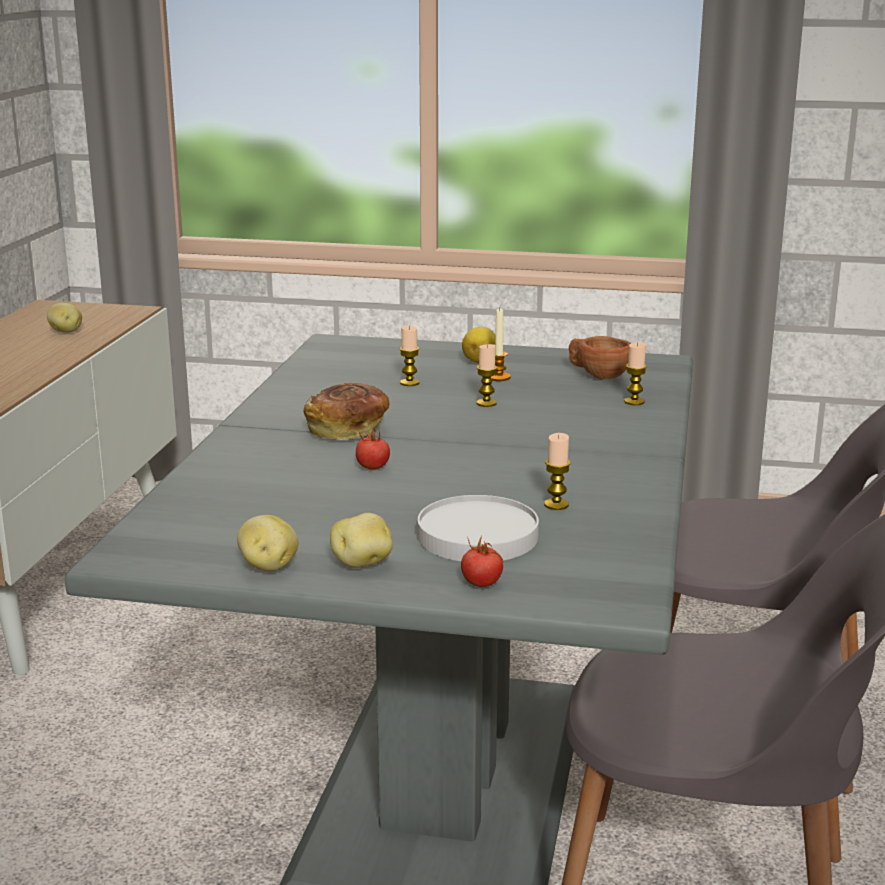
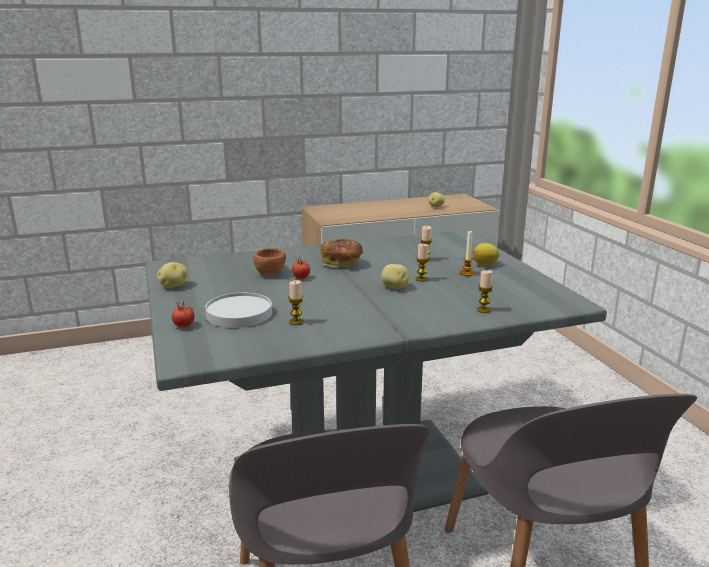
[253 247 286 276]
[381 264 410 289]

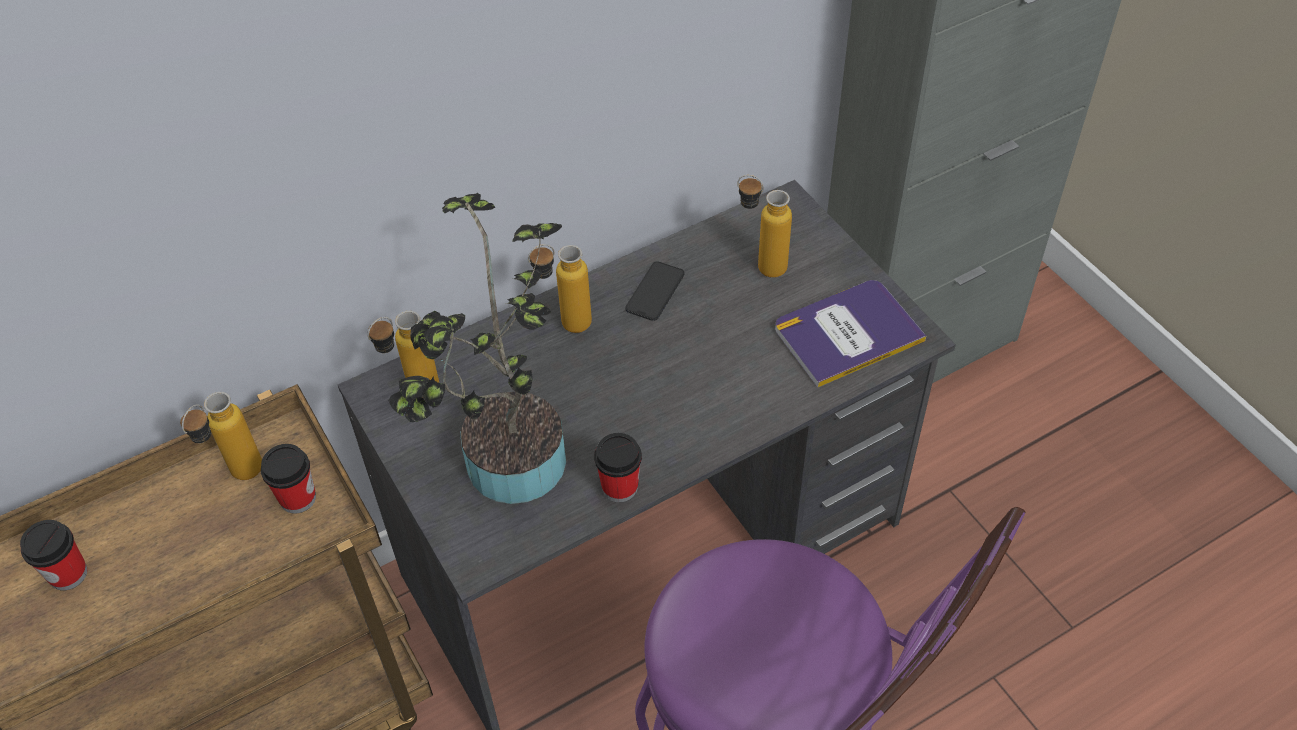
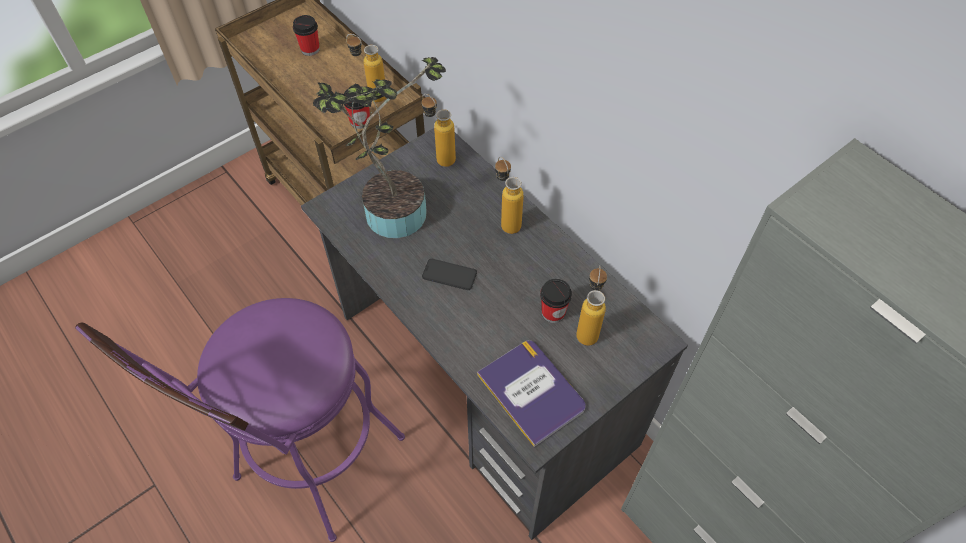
[422 258 477 290]
[540 279 572 323]

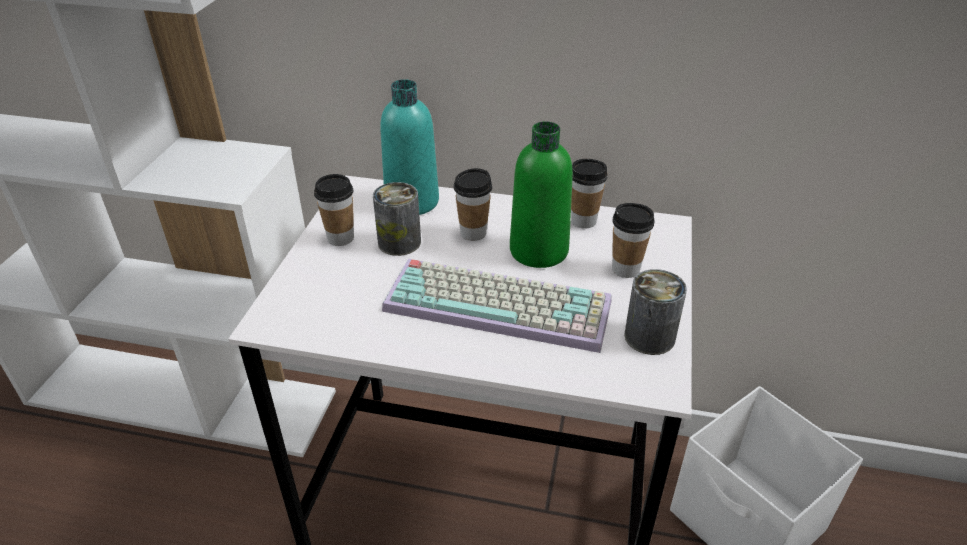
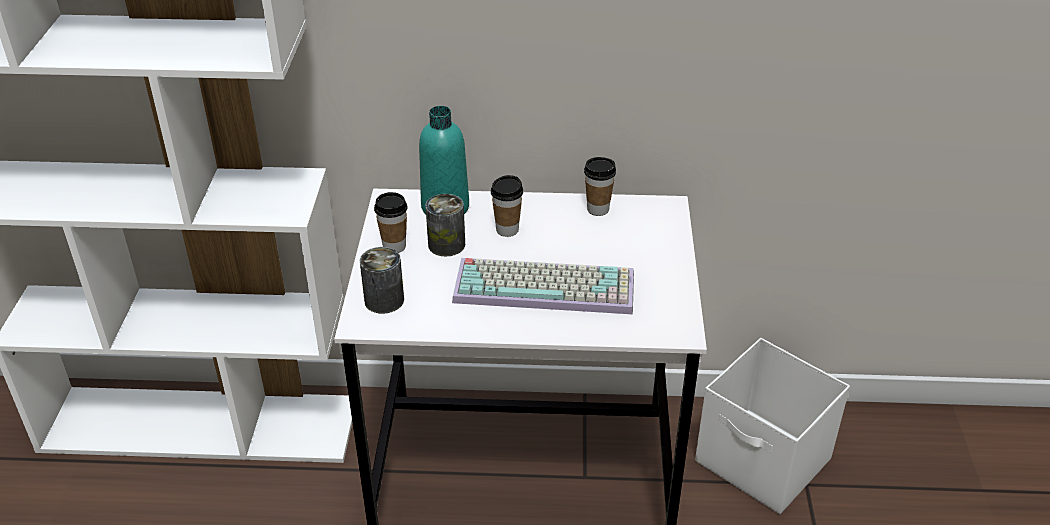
[360 247 404 314]
[510 121 573 268] (first image)
[612 203 655 278] (first image)

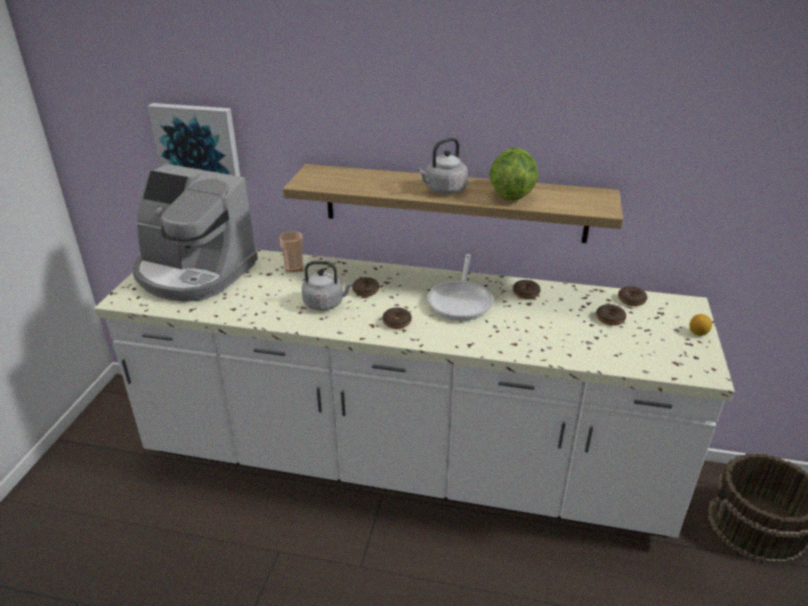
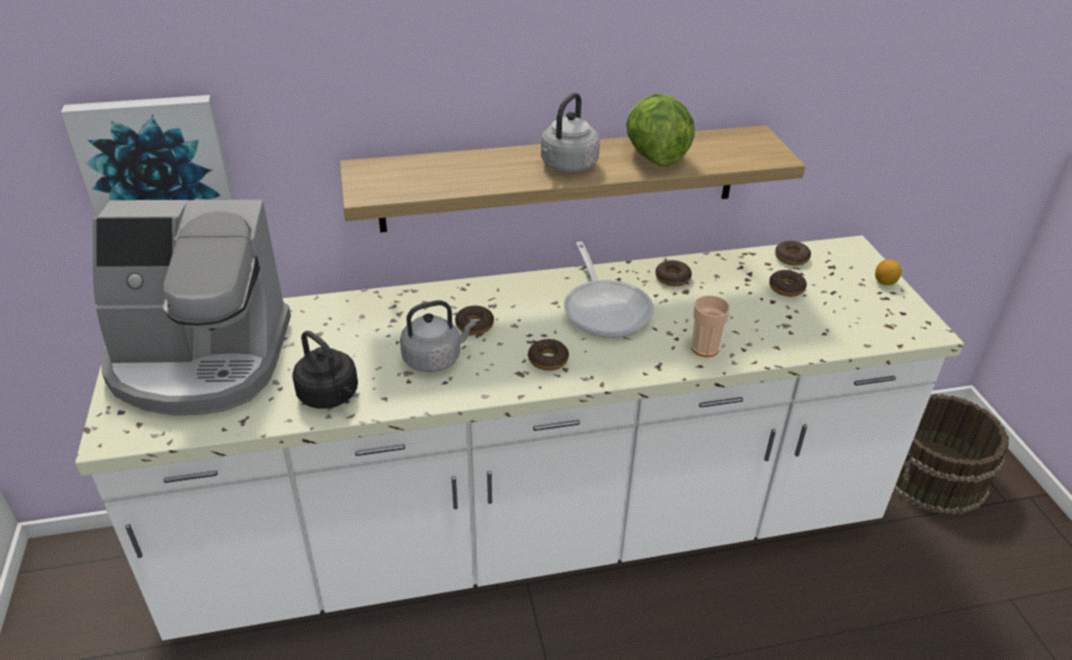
[292 331 358 409]
[691 295 730 357]

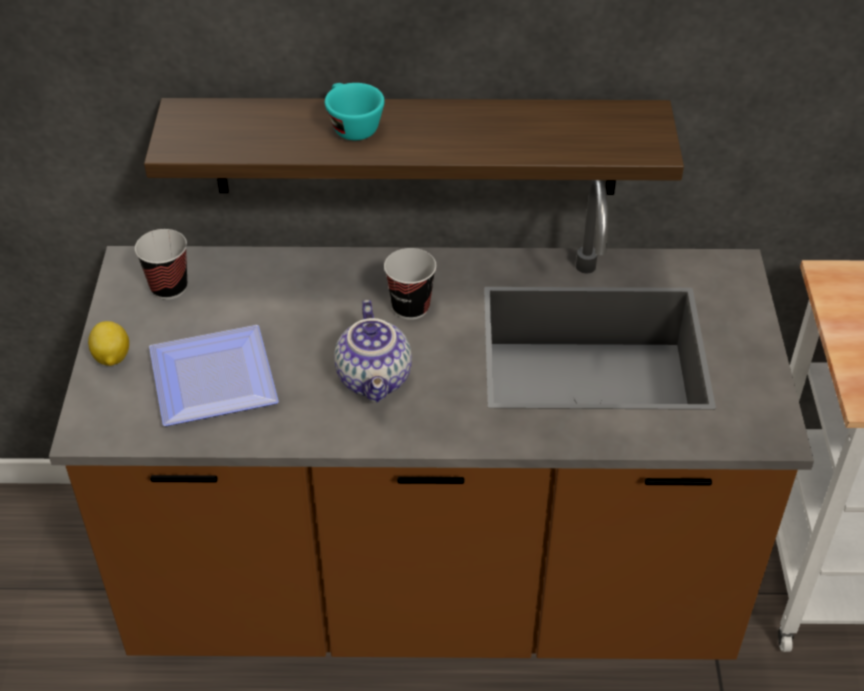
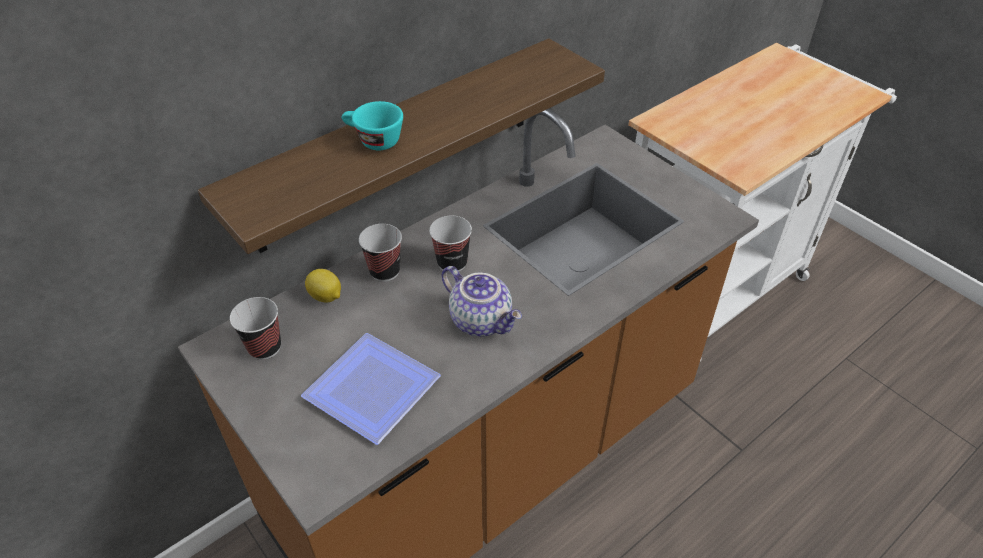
[305 269 341 303]
[359 224 402 282]

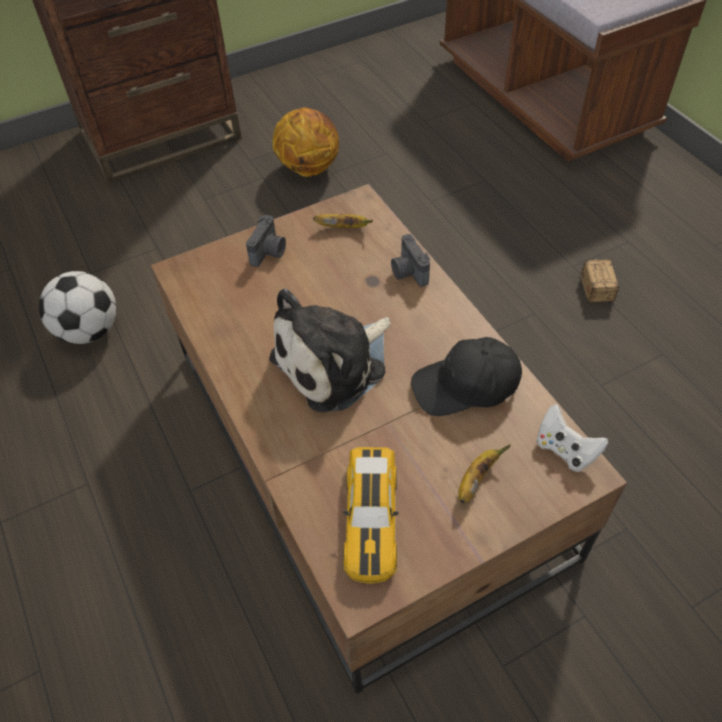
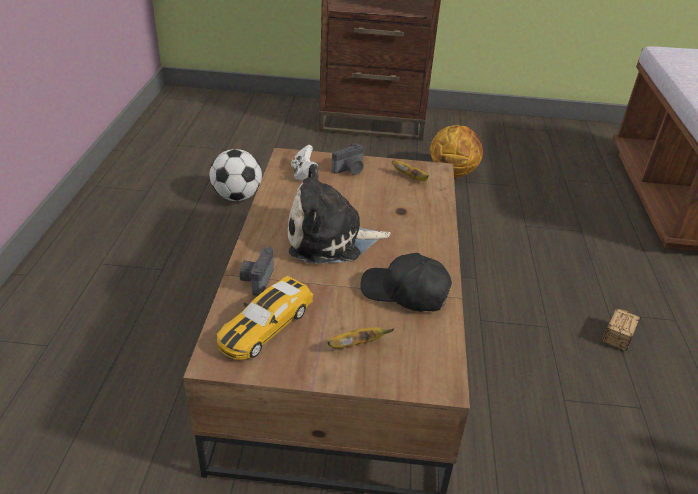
[240 247 274 296]
[291 145 318 180]

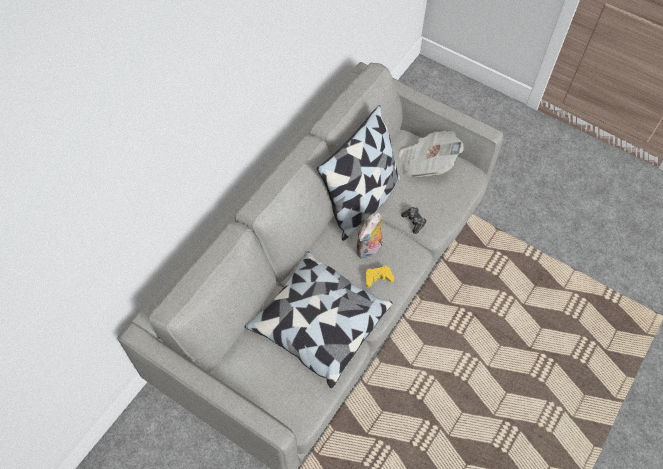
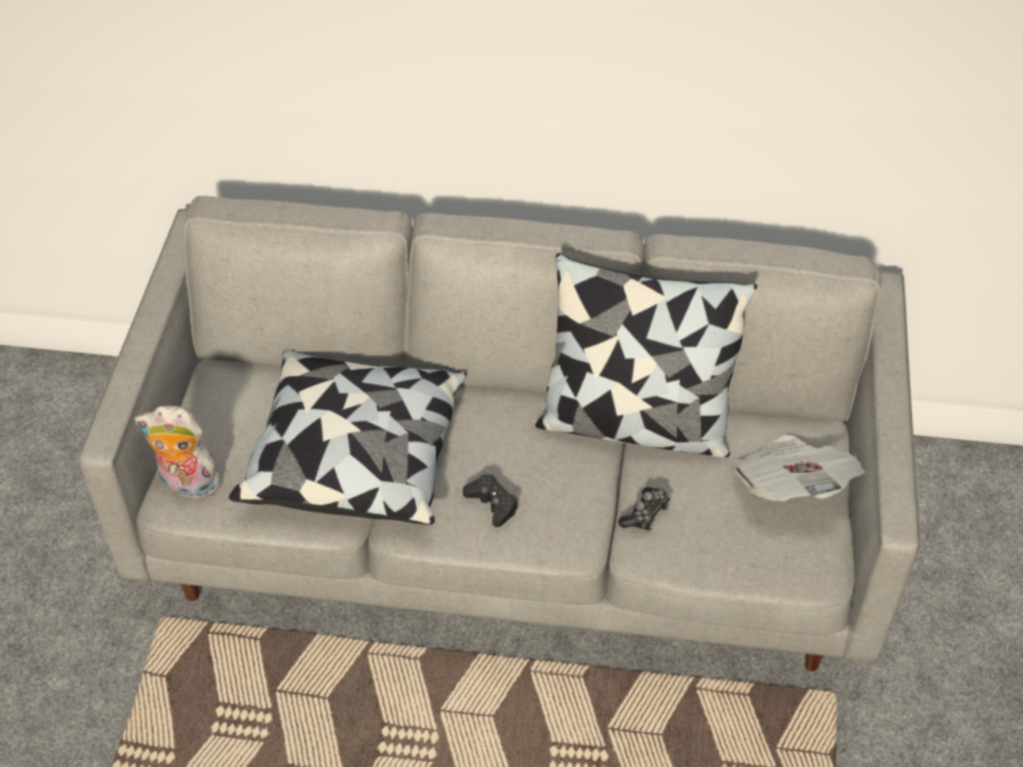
[134 406 225 499]
[463 474 518 527]

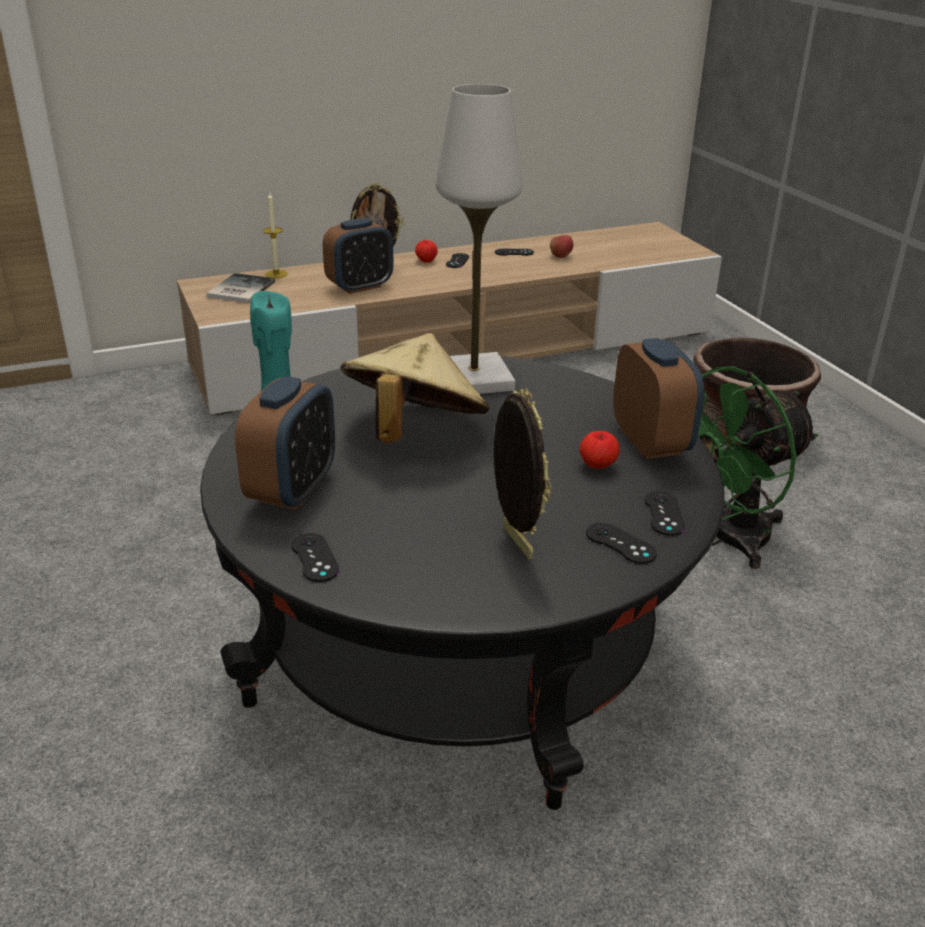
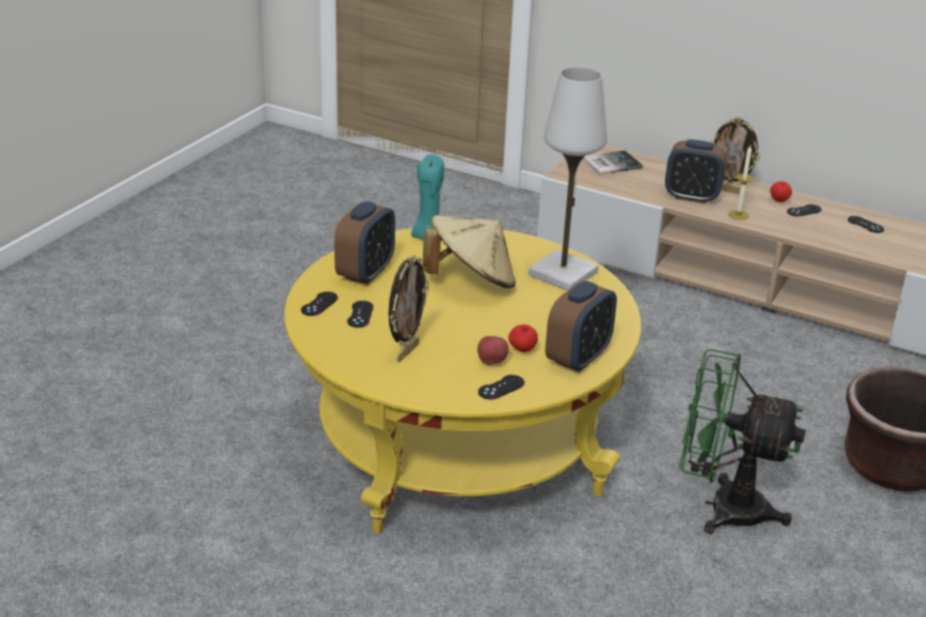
[284 228 641 533]
[334 201 395 285]
[347 301 373 328]
[477 336 509 365]
[728 144 754 220]

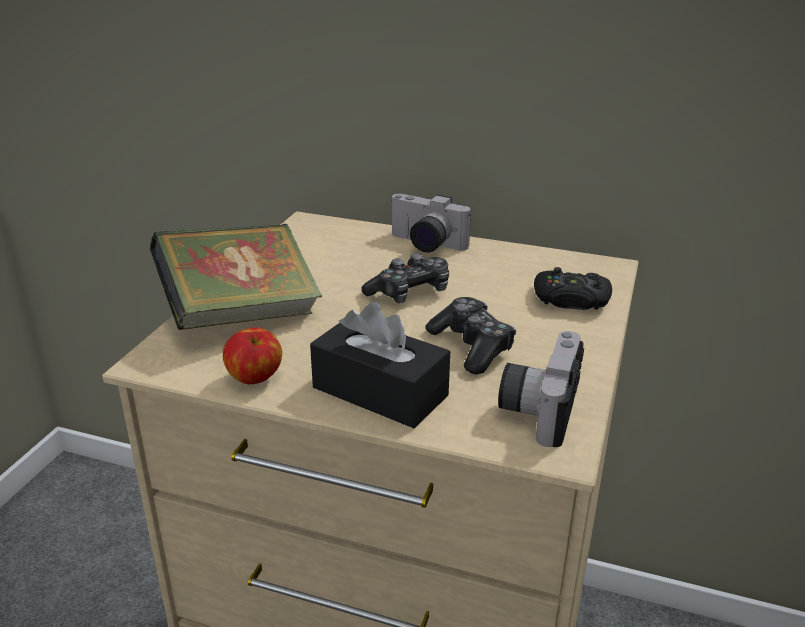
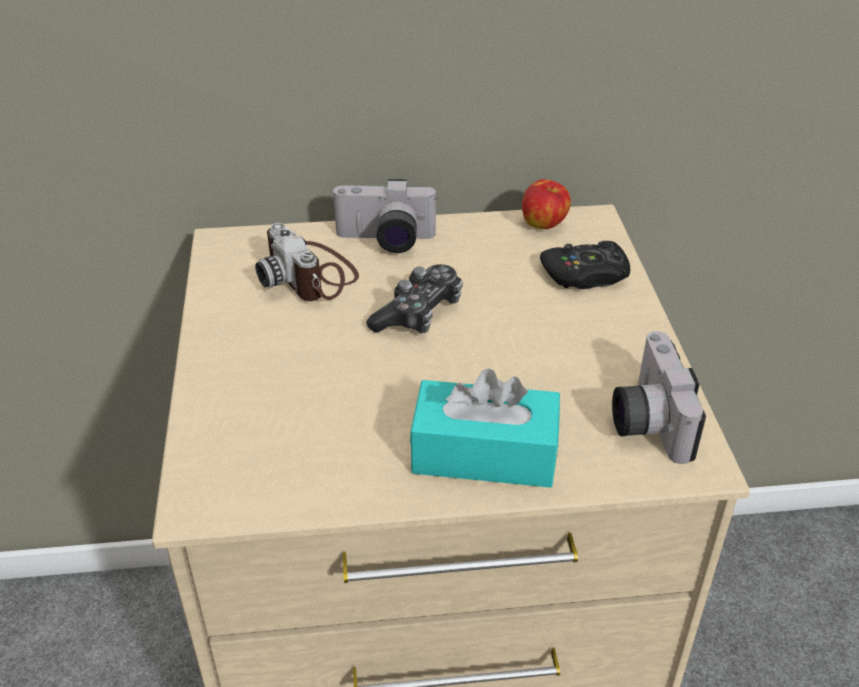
[255 223 359 301]
[410 369 560 488]
[522 179 571 229]
[150 224 322 330] (first image)
[425 297 516 374] (first image)

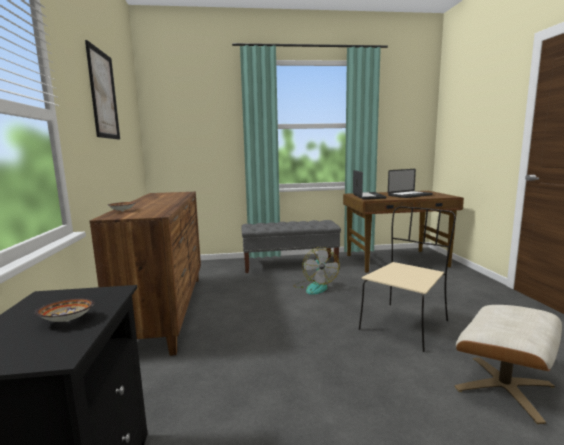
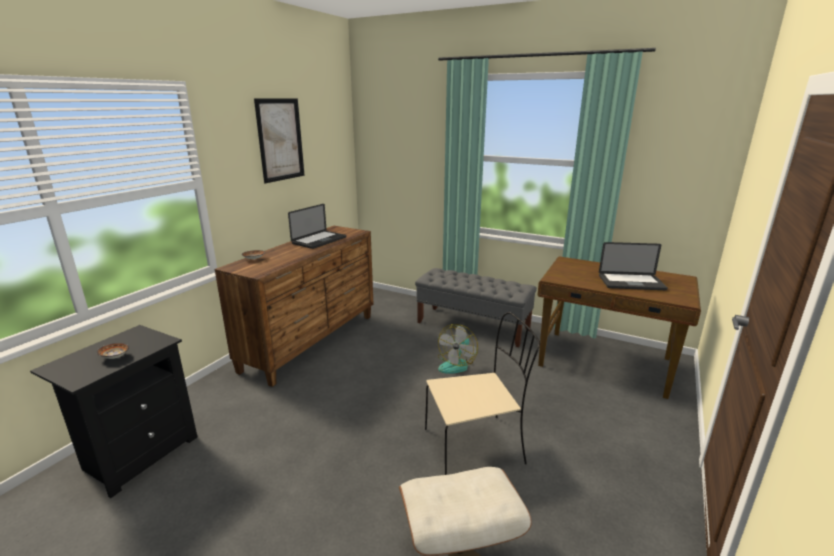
[288 204 346 249]

